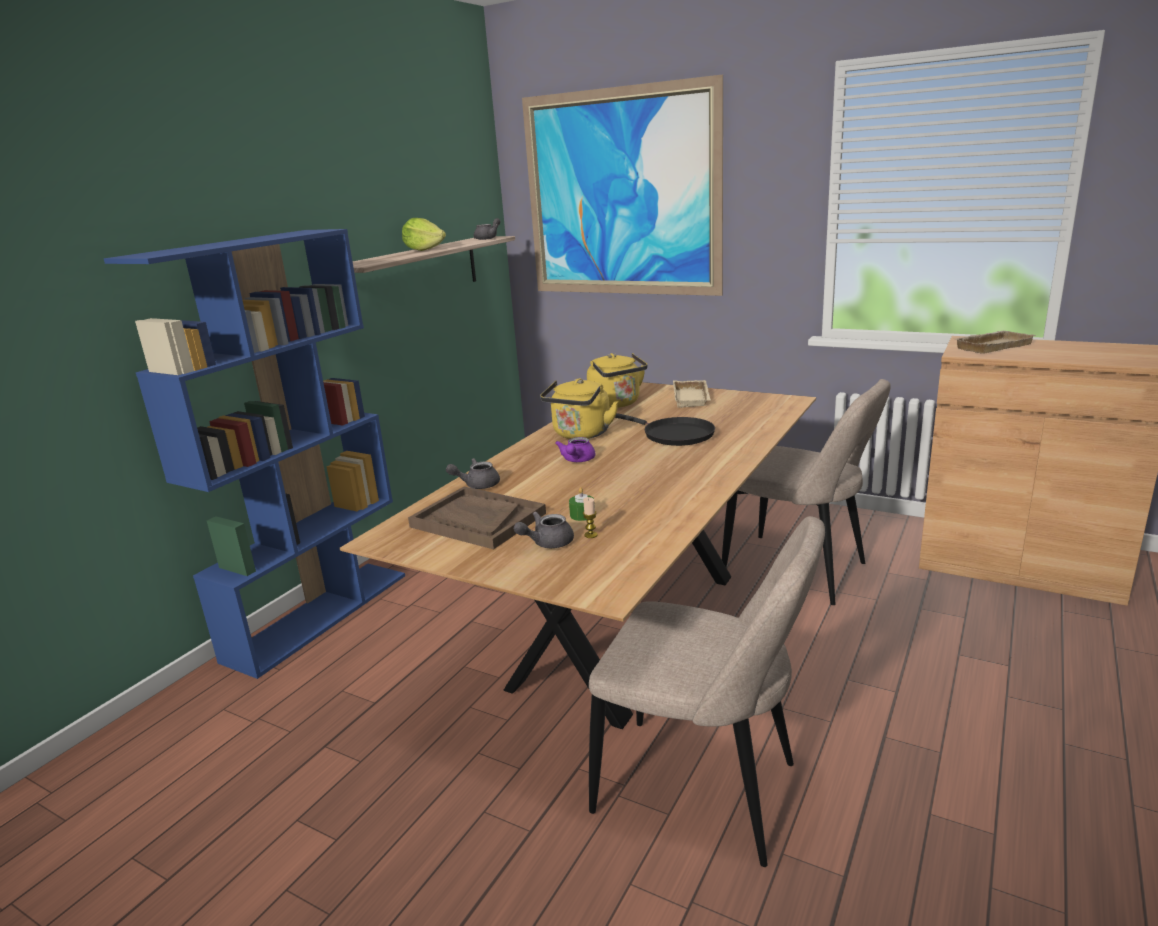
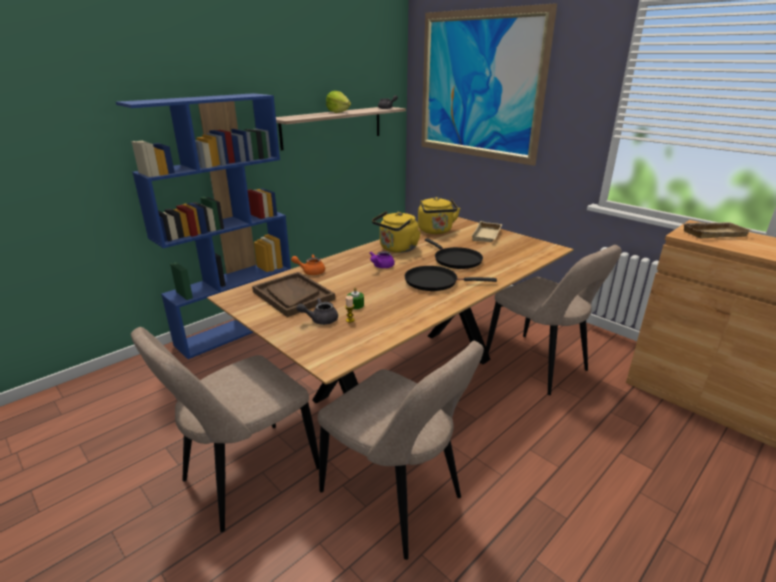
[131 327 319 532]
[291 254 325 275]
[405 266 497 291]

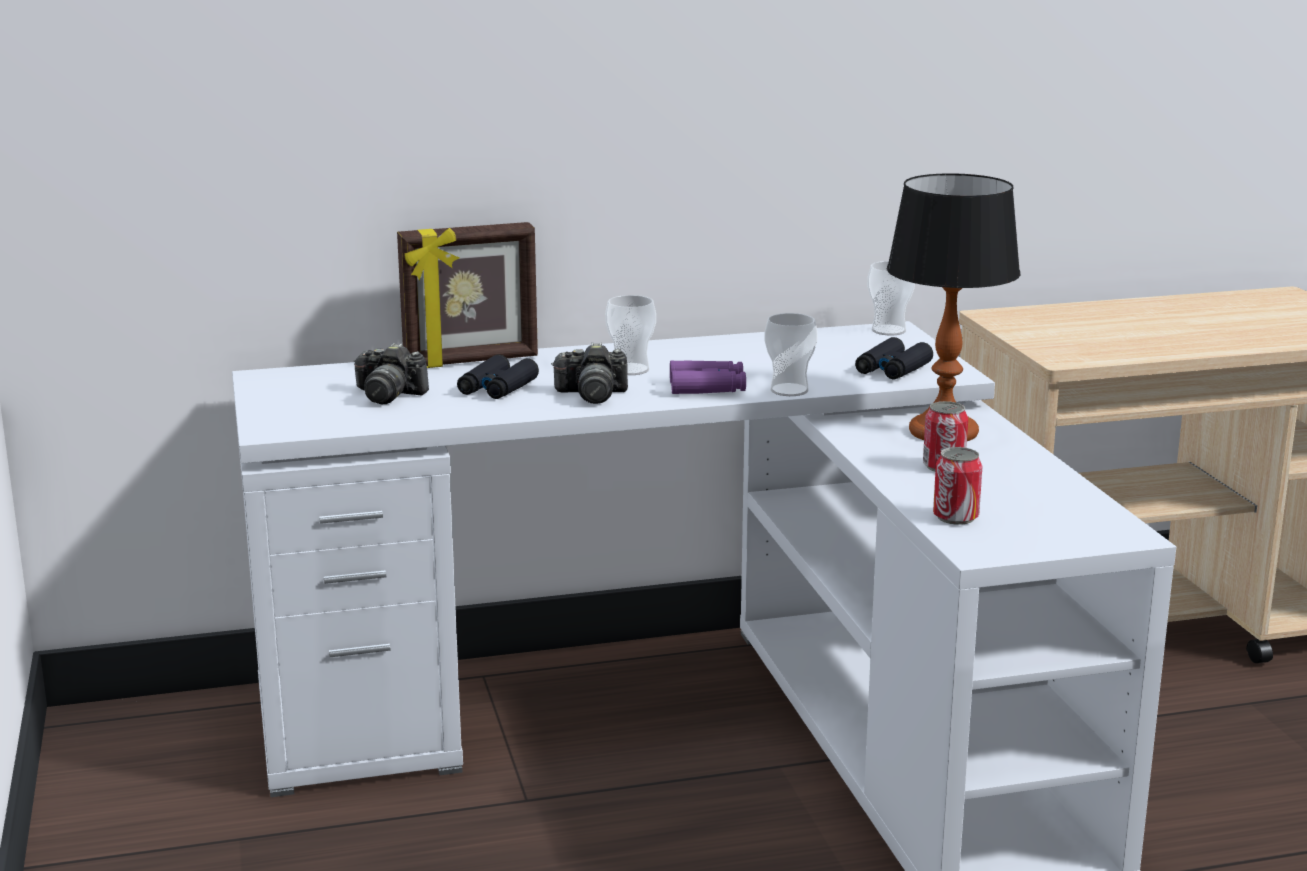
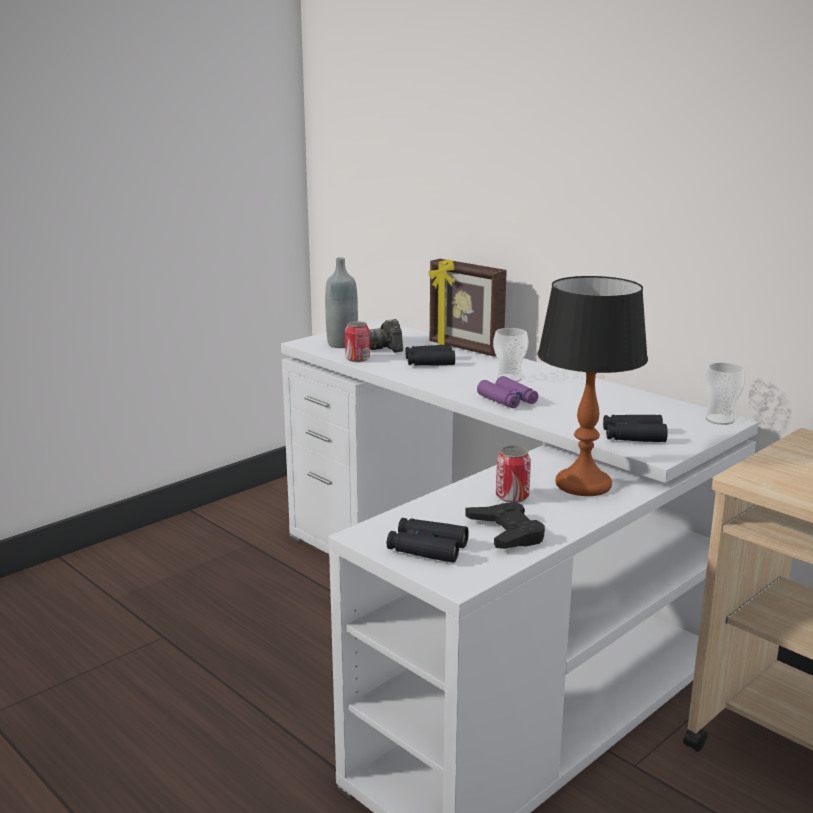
[325 257 358 348]
[345 321 370 362]
[387 518 469 563]
[465 502 545 549]
[551 342 628 404] (first image)
[764 313 818 396] (first image)

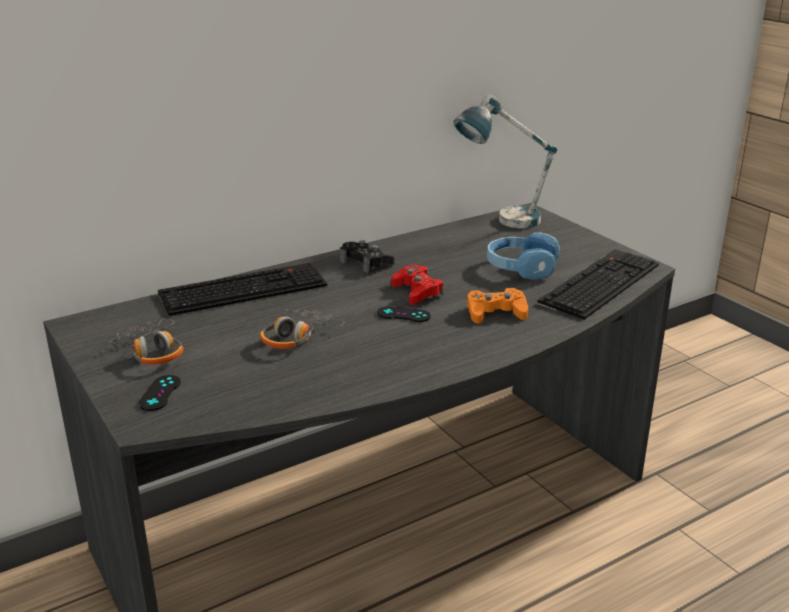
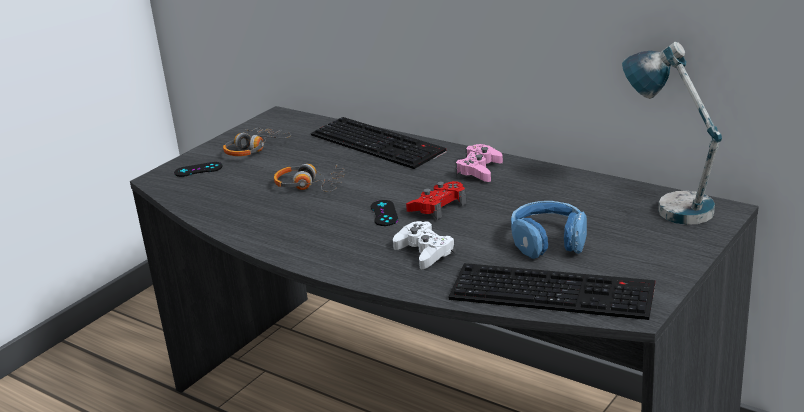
[393 221 456 269]
[455 144 503 182]

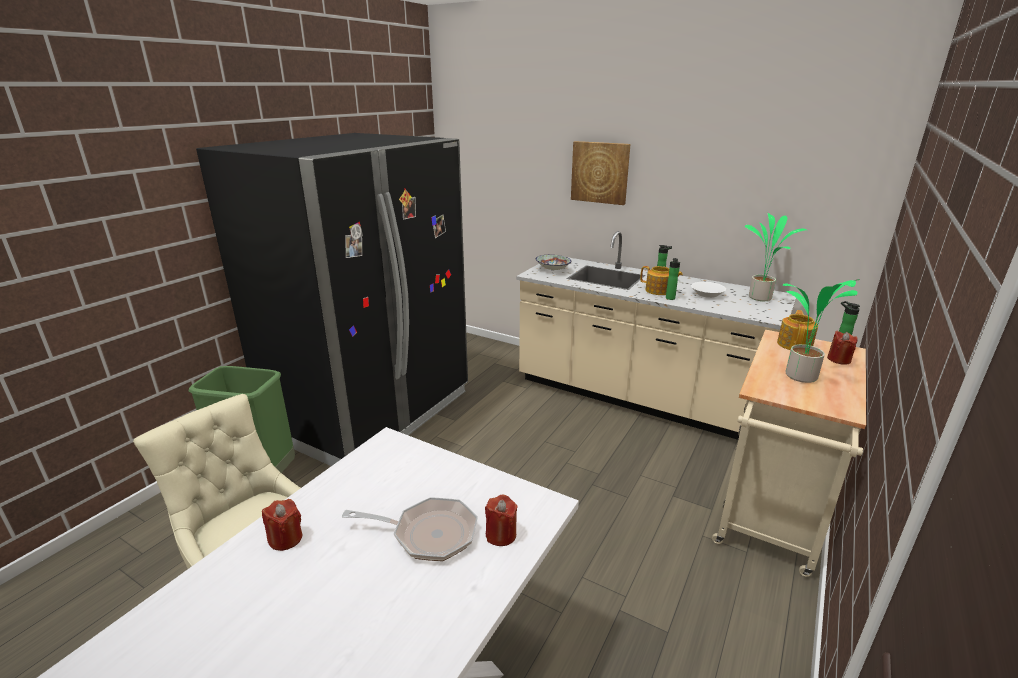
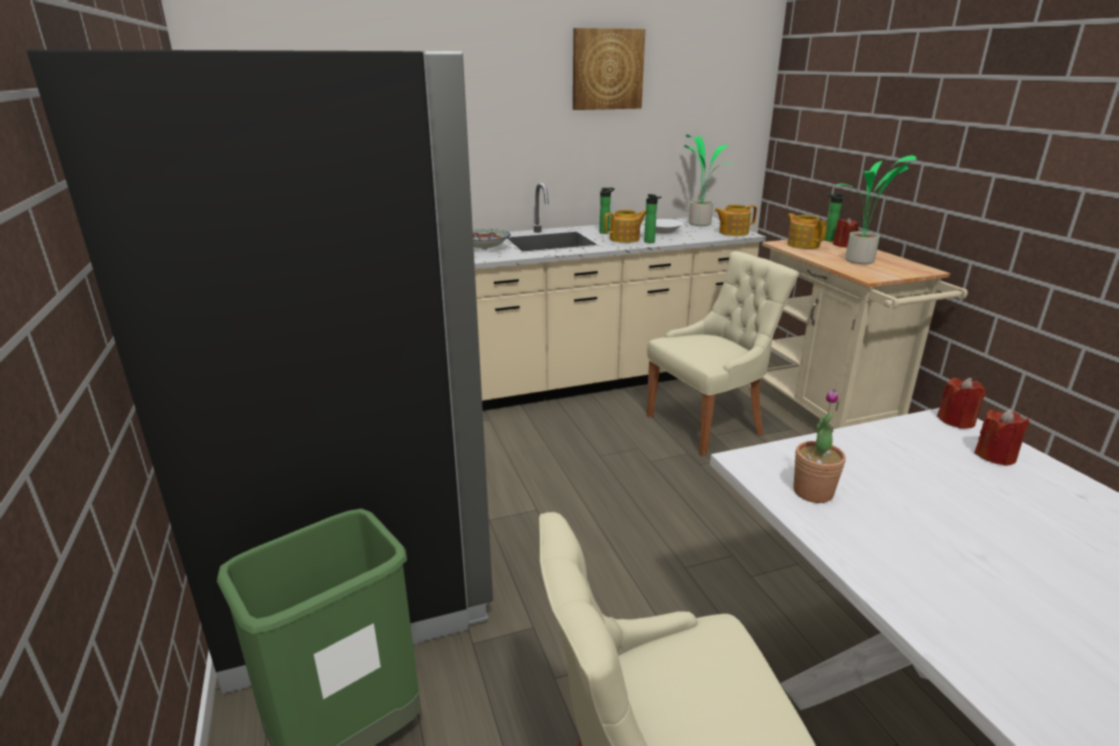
[573 28 645 110]
[647 251 799 456]
[714 205 757 236]
[793 388 846 503]
[937 378 986 429]
[342 497 478 561] (first image)

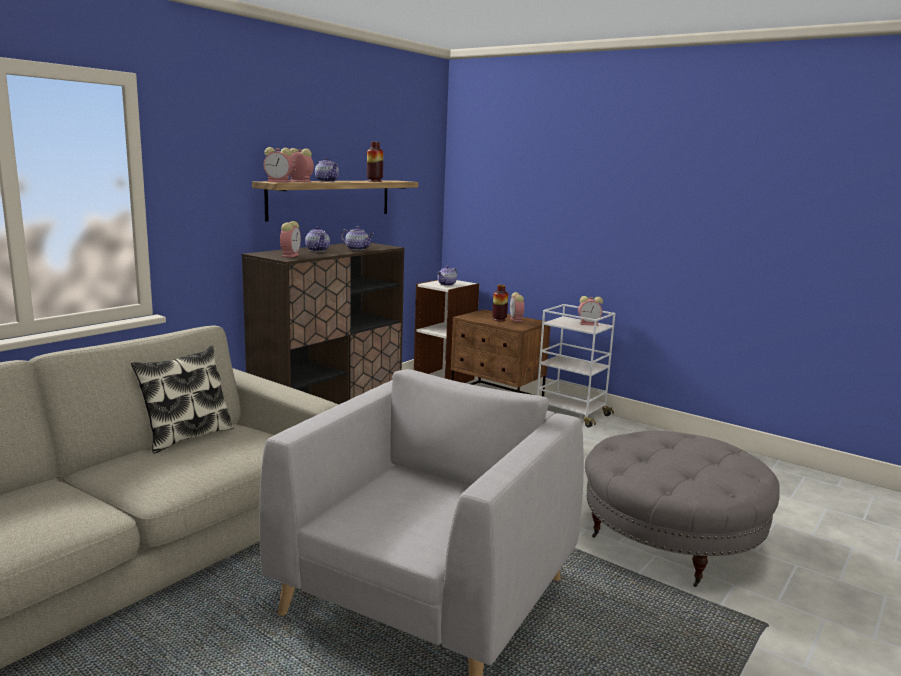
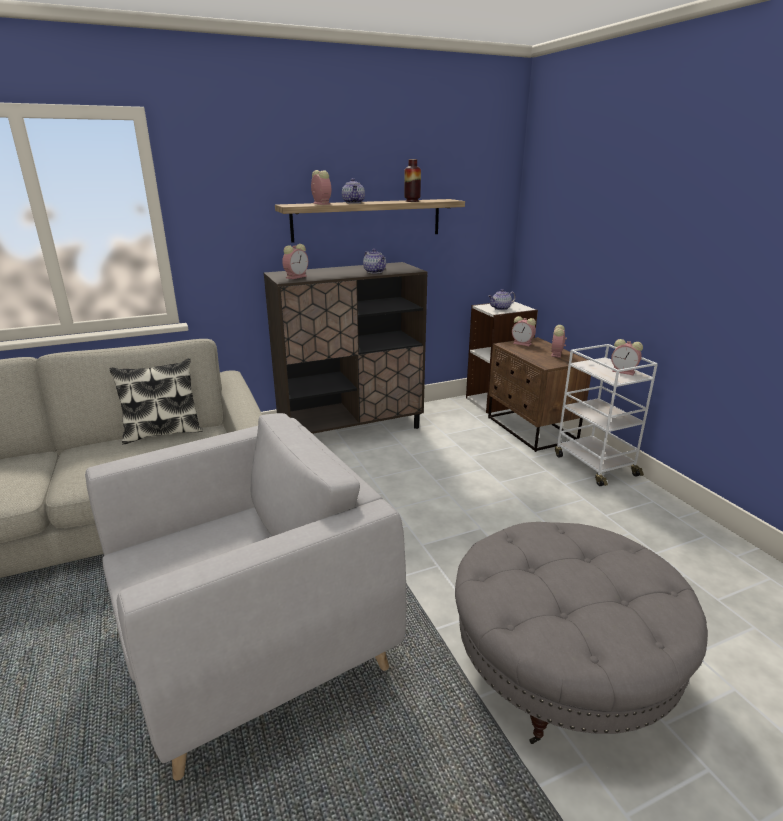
[512 316 536 346]
[305 227 330 252] (first image)
[492 285 508 321] (first image)

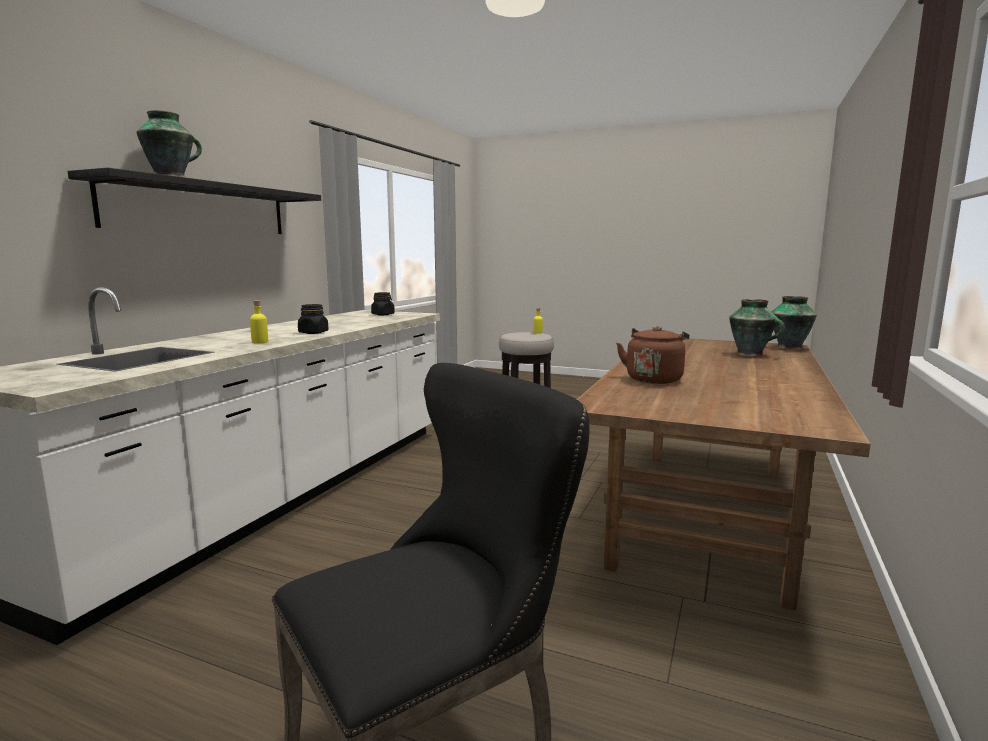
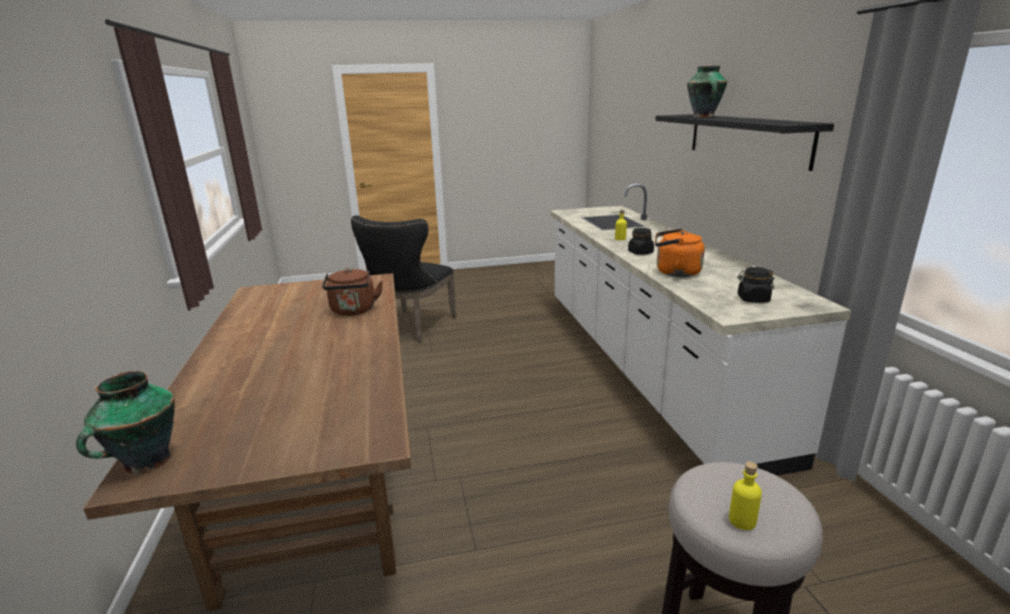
[655 229 705 277]
[729 299 785 357] (first image)

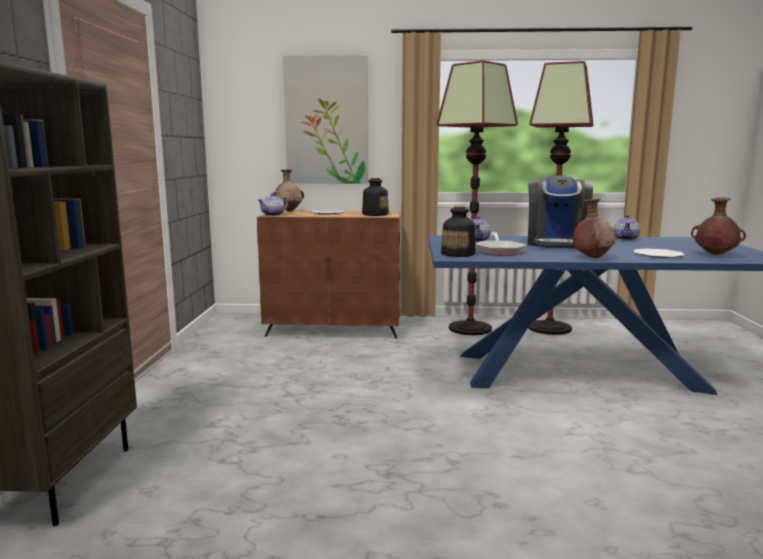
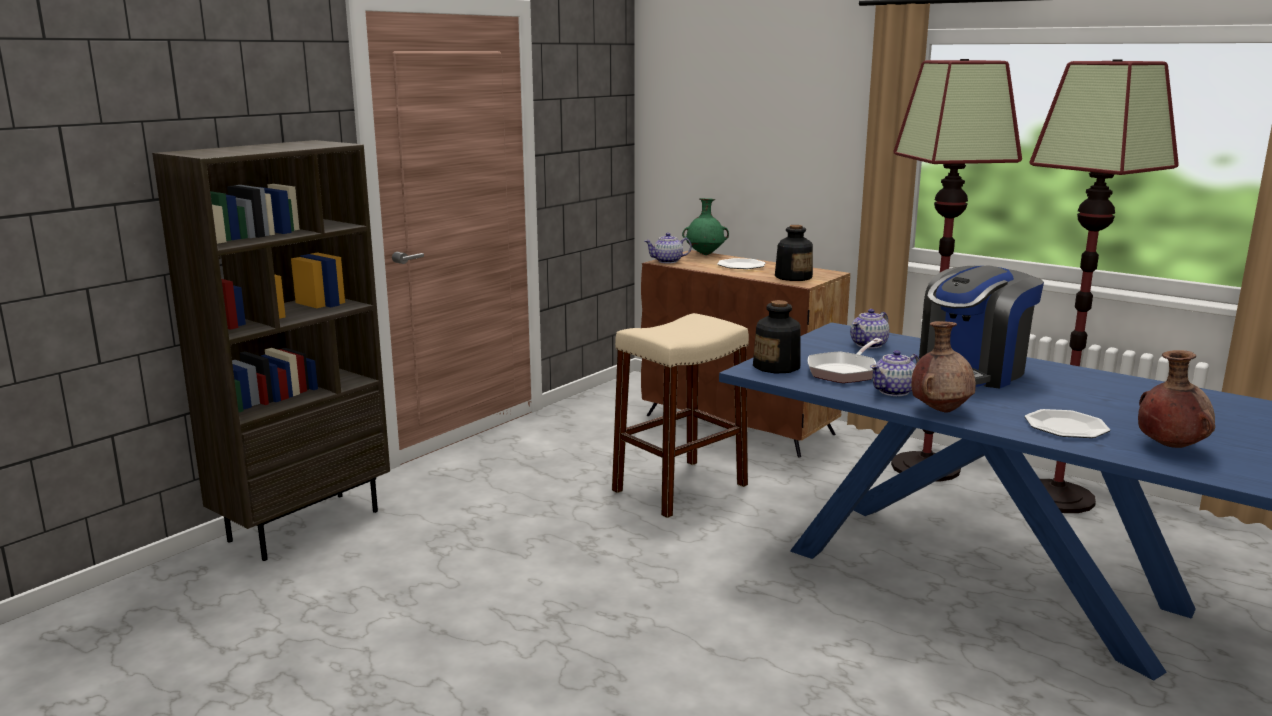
[612 313 749 518]
[682 198 729 255]
[870 350 920 396]
[283 55 368 184] (first image)

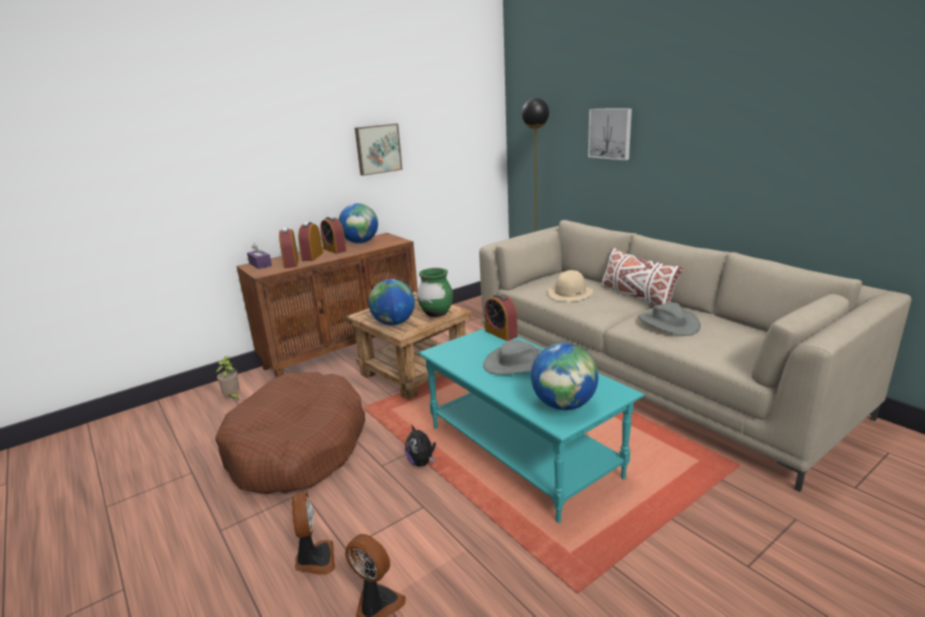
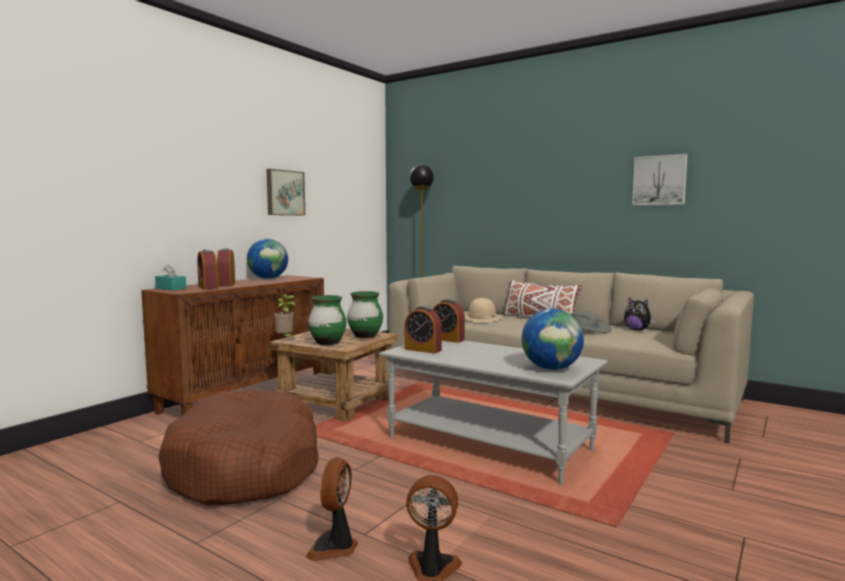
[155 264 186 291]
[274 294 295 339]
[306 457 358 561]
[308 295 347 345]
[379 341 608 485]
[405 306 442 354]
[624 298 655 330]
[632 154 688 205]
[483 340 543 375] (first image)

